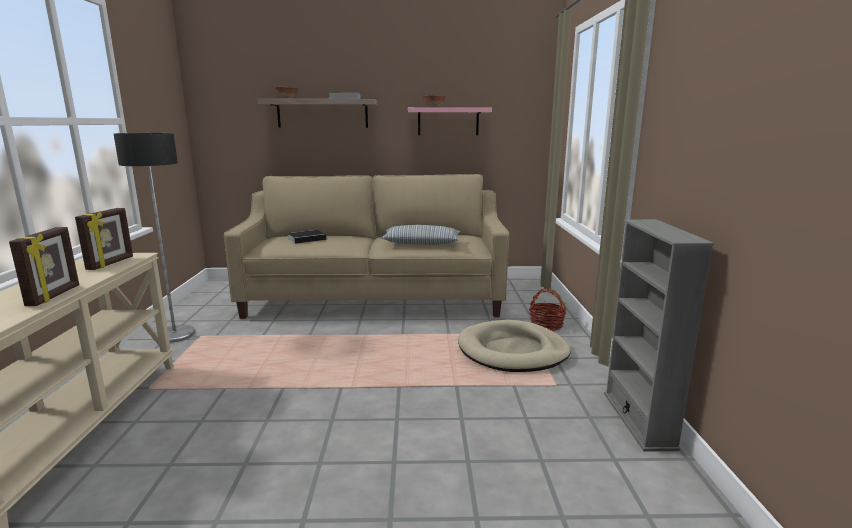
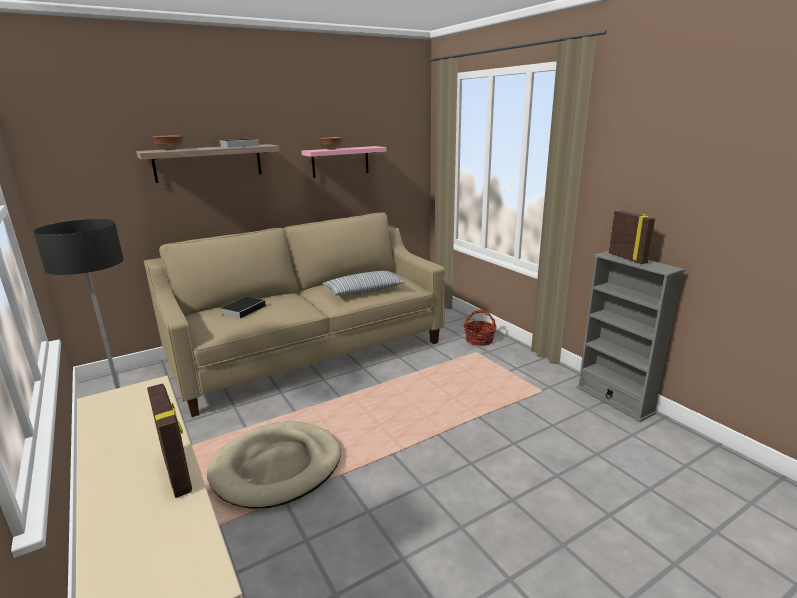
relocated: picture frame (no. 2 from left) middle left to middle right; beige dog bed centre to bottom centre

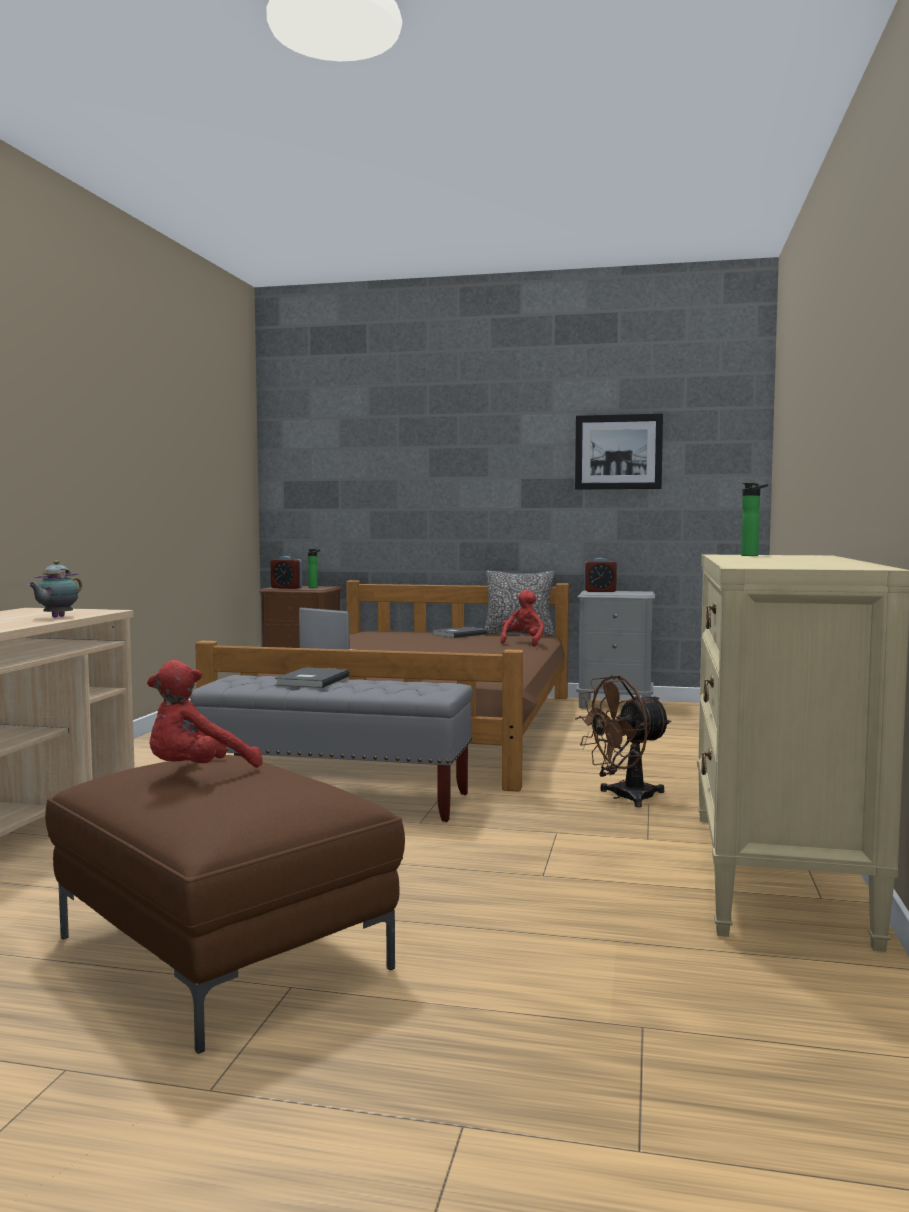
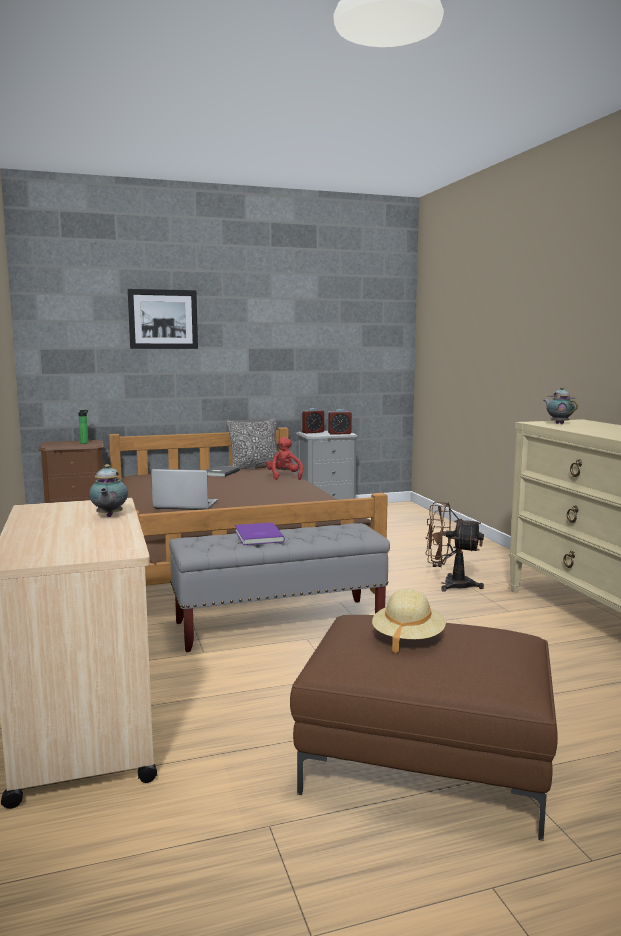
relocated: alarm clock (no. 1 from left in the first image) middle left to alarm clock (no. 2 from left) centre; picture middle right to middle left
exchanged: red plush toy (no. 1 from left) middle left to beige hat centre; bottle (no. 2 from left) middle right to teapot (no. 2 from left) middle right
colour: grey book (no. 1 from left) centre to purple book centre
spun: brown fan middle right = middle right 75 degrees clockwise

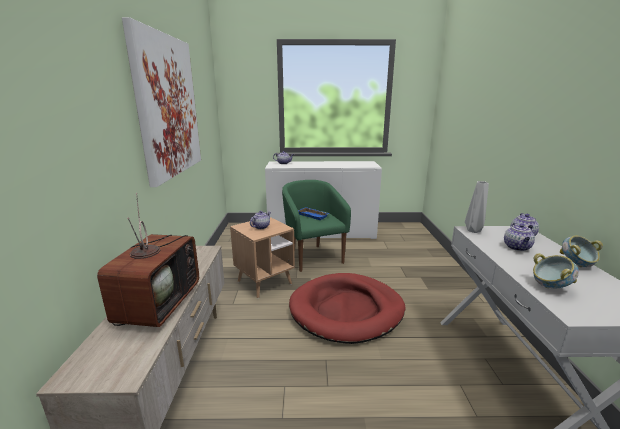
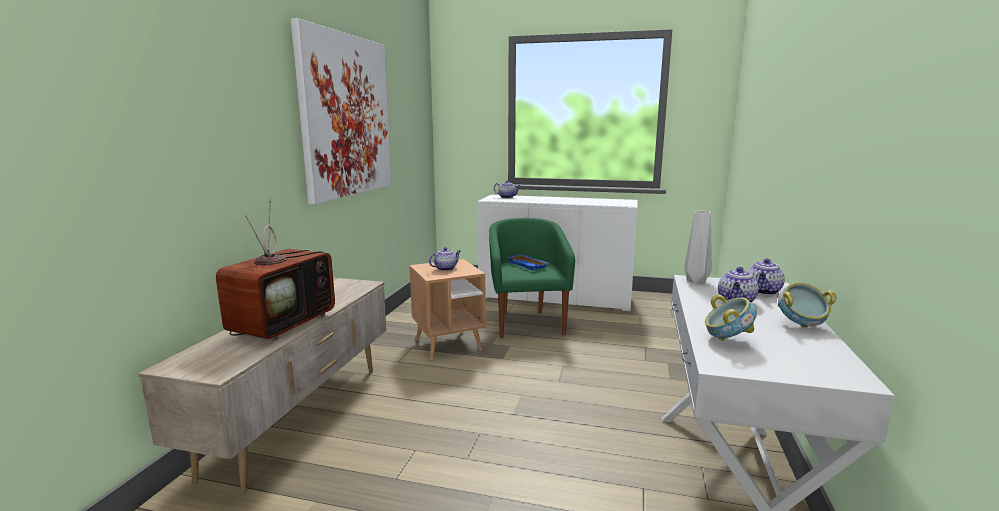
missing: red dog bed bottom centre

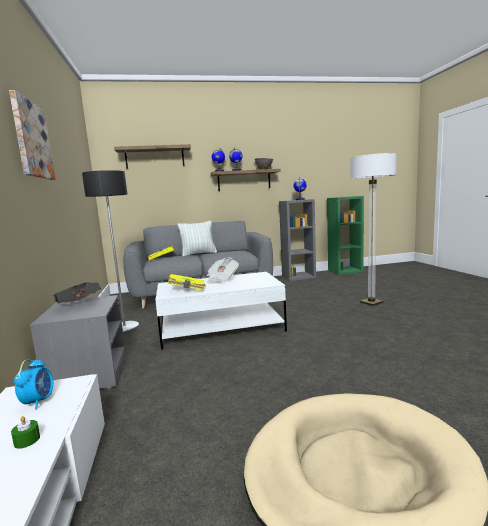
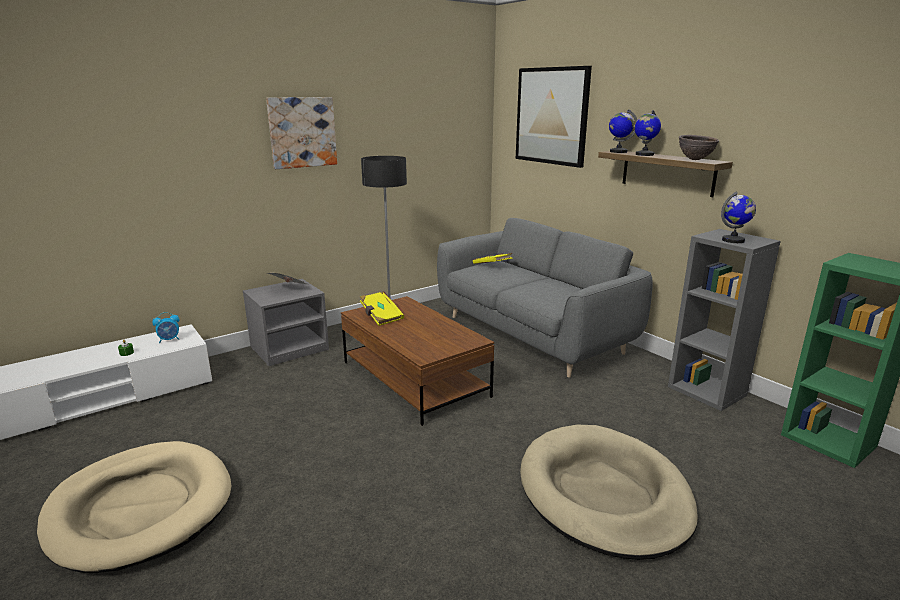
missing: pillow centre; newspaper (no. 2 from left) centre
exchanged: shelf (no. 1 from left) top left to picture (no. 2 from left) top centre; floor lamp (no. 2 from left) middle right to beige dog bed (no. 2 from left) bottom right
colour: white coffee table centre to brown coffee table centre

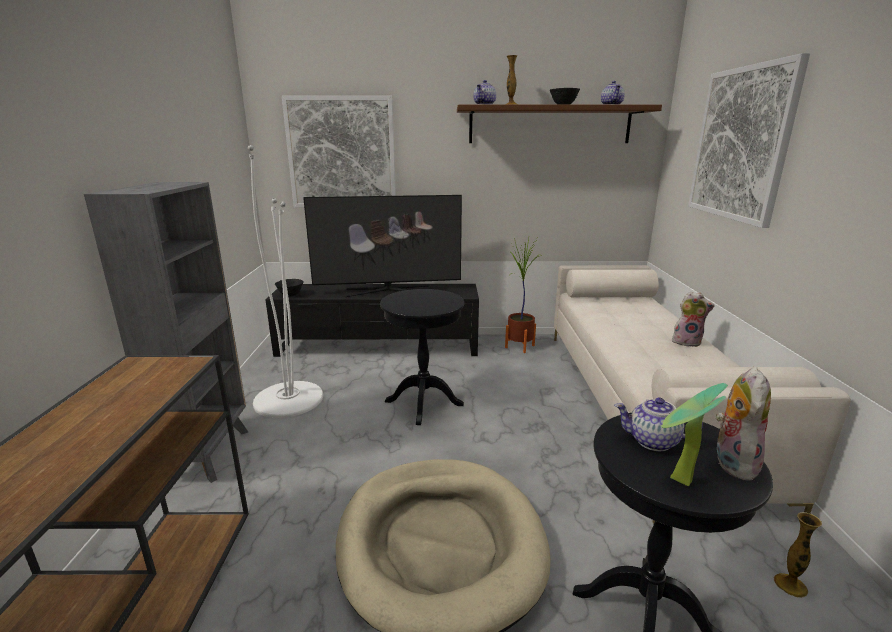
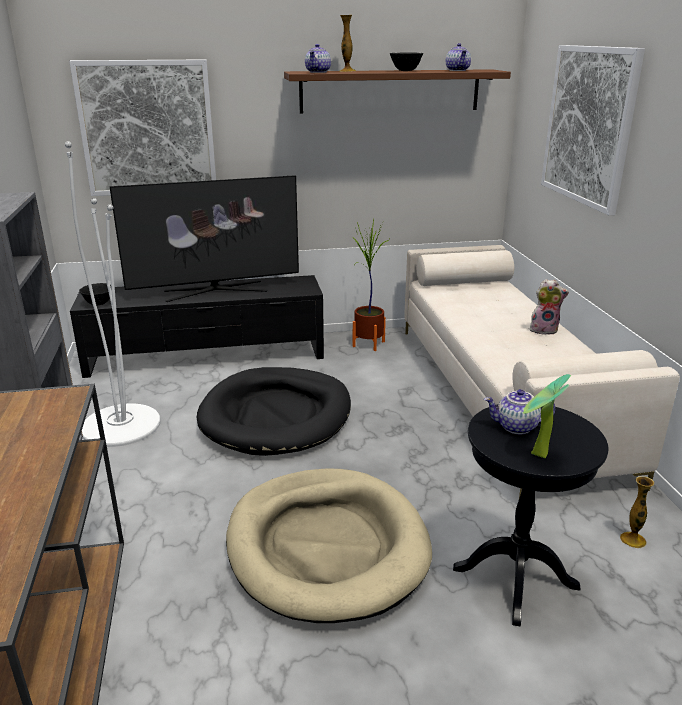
missing: plush toy (no. 2 from left) bottom right
exchanged: black side table (no. 1 from left) centre to black dog bed centre

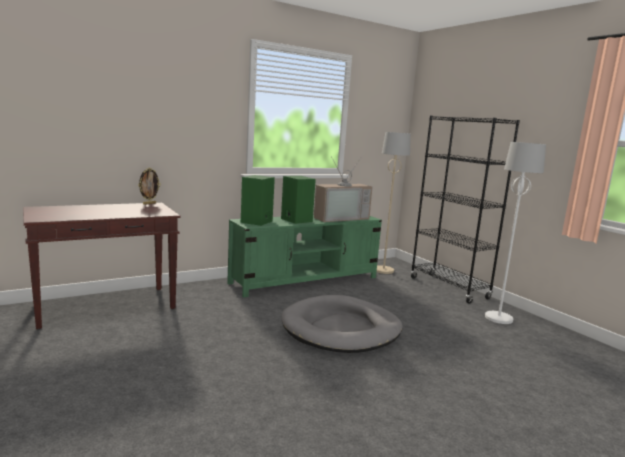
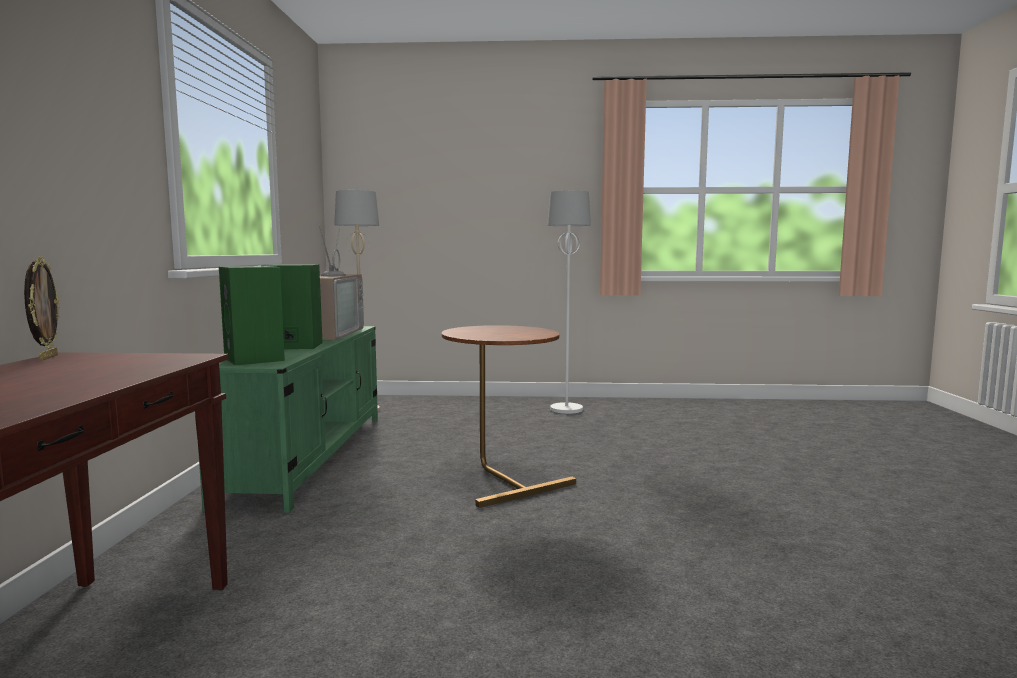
missing: black bookcase middle right
exchanged: grey dog bed bottom centre to brown side table centre

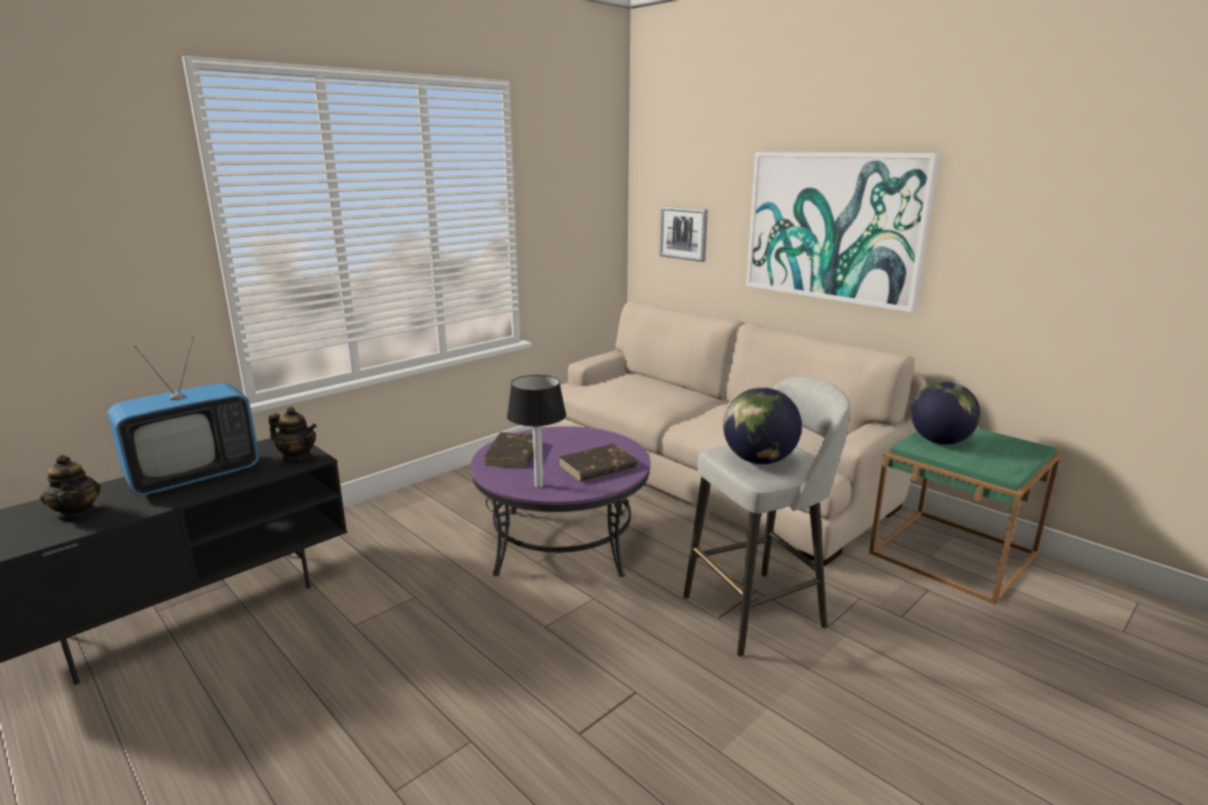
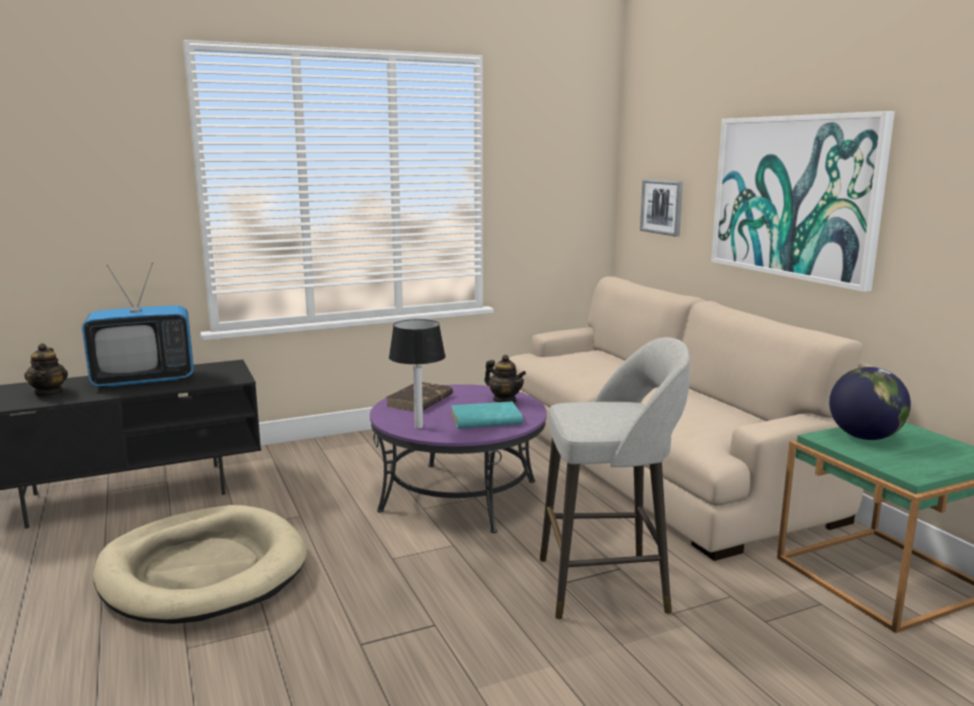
missing: globe (no. 1 from left) centre
appeared: beige dog bed bottom left
relocated: teapot (no. 2 from left) middle left to centre
colour: brown book (no. 2 from left) centre to turquoise book centre

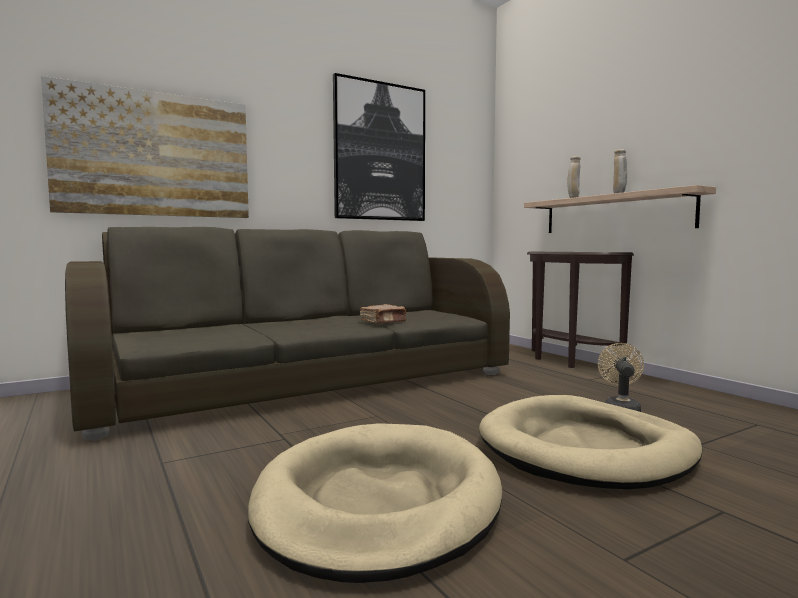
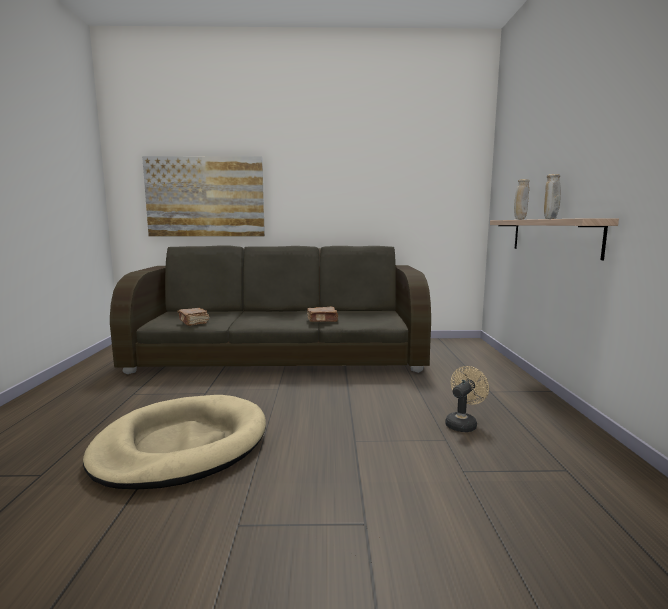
missing: picture (no. 2 from left) top centre; beige dog bed (no. 2 from left) bottom right; brown console table middle right
appeared: brown book (no. 1 from left) middle left

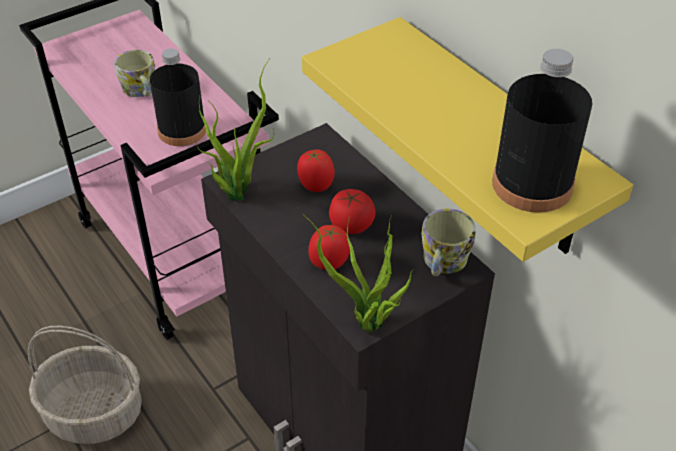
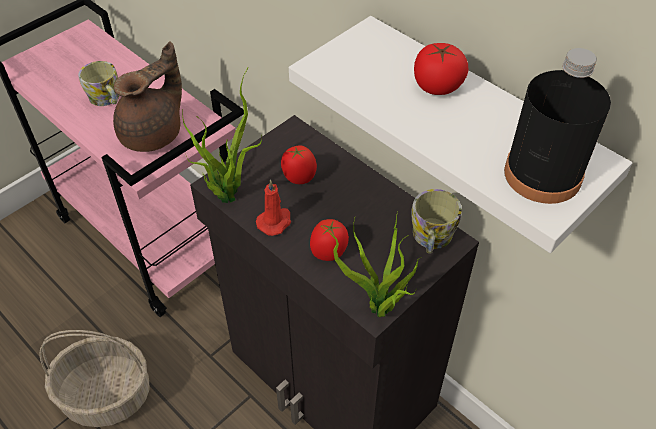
appeared: red candle centre
relocated: tomato (no. 3 from left) centre to top right
exchanged: black bottle (no. 1 from left) top left to brown teapot top left
colour: yellow shelf top right to white shelf top right

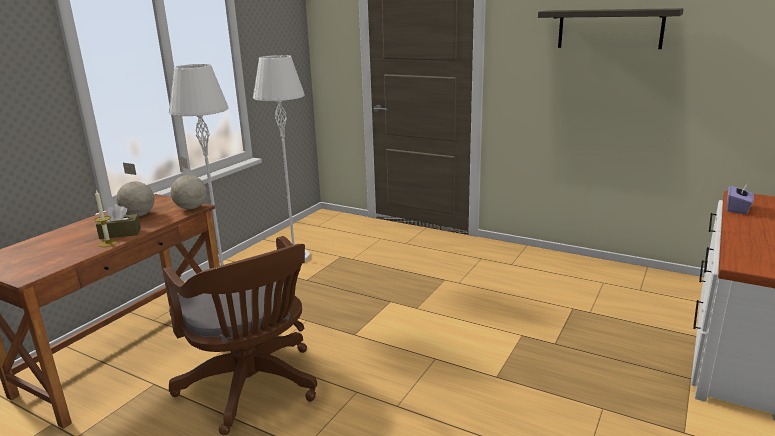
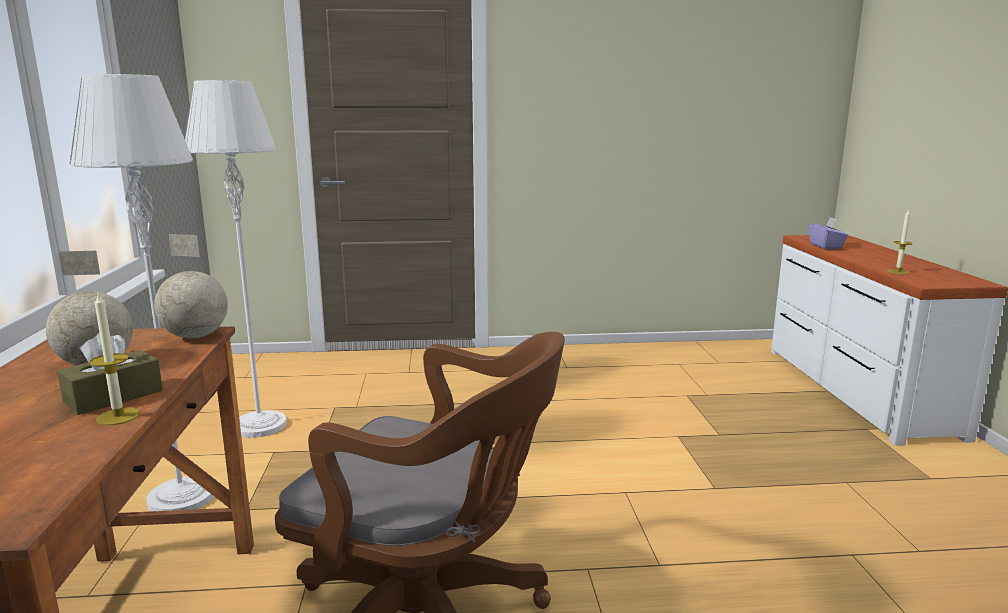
missing: shelf top right
appeared: candle (no. 2 from left) middle right

